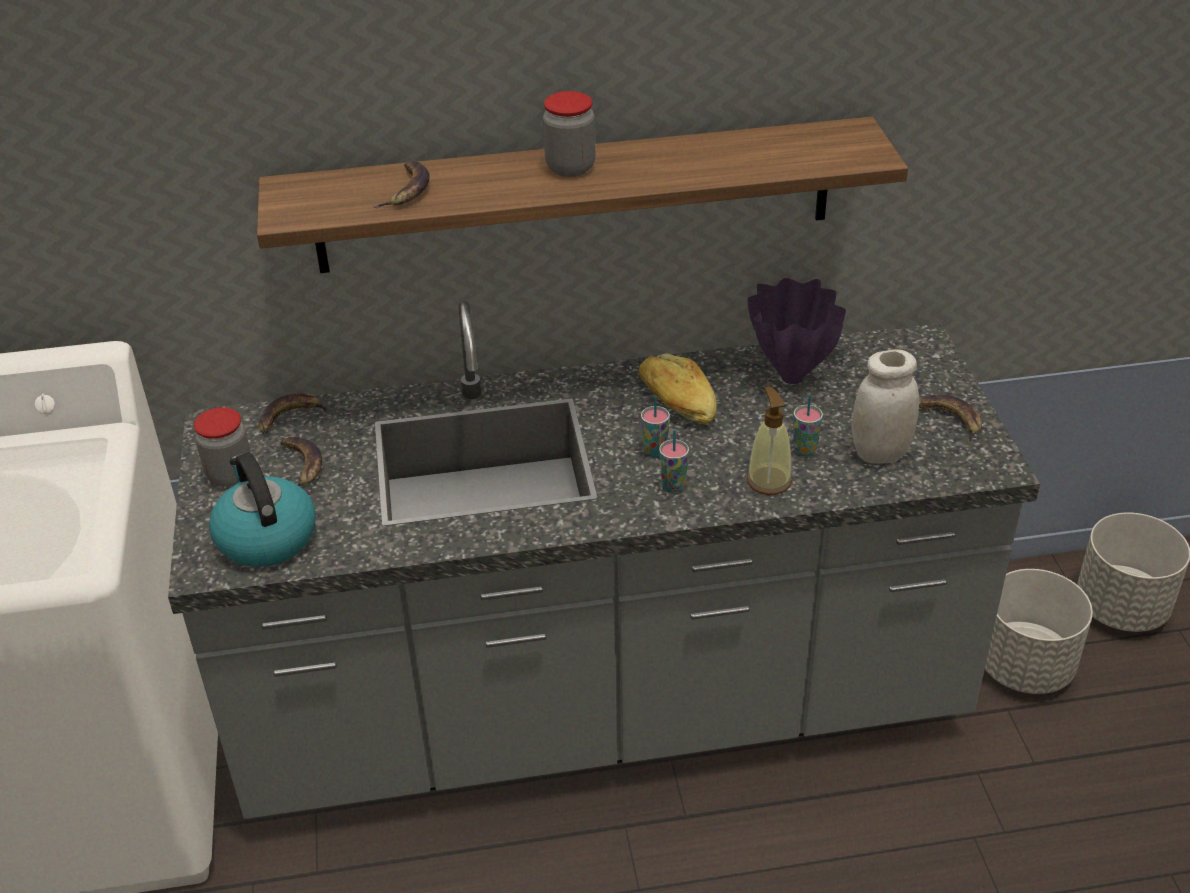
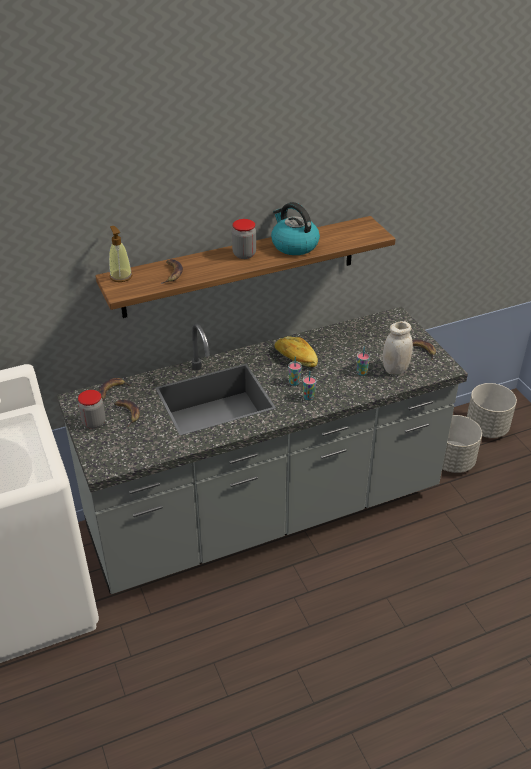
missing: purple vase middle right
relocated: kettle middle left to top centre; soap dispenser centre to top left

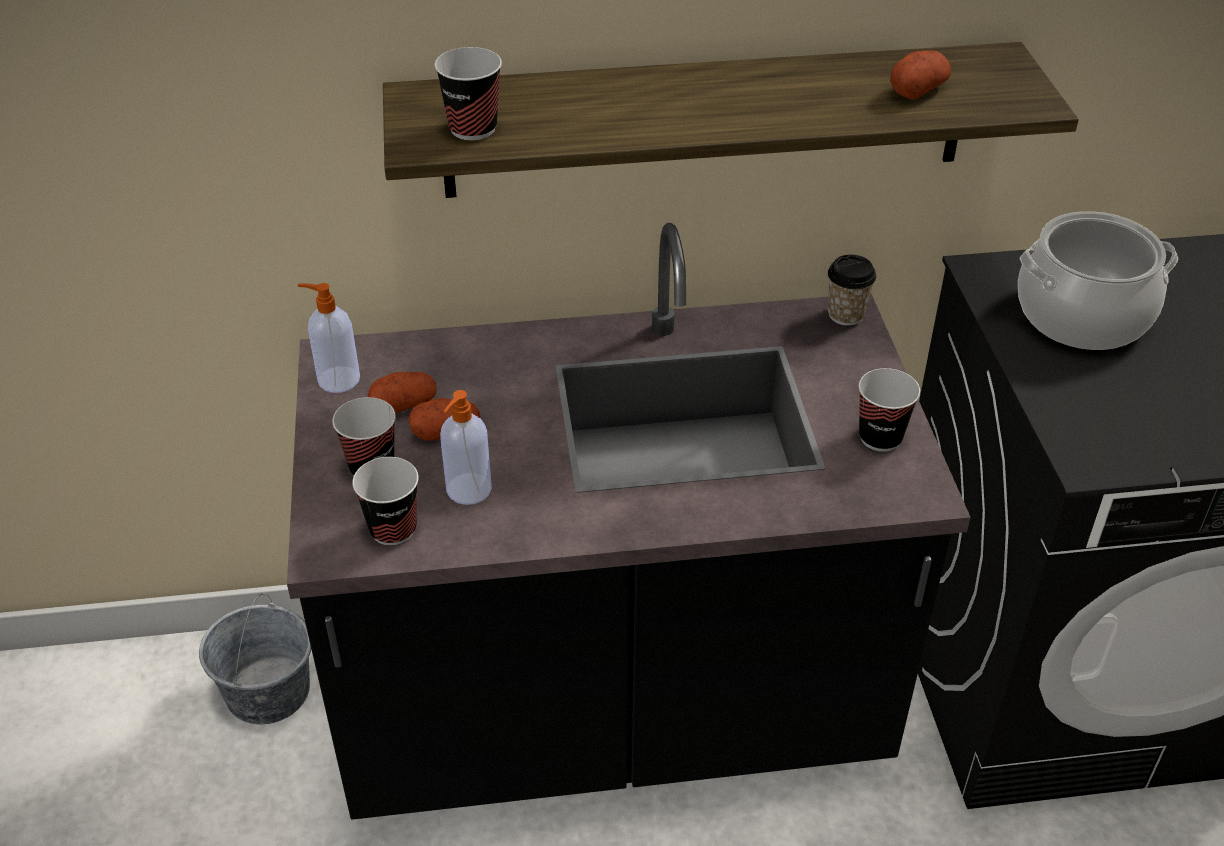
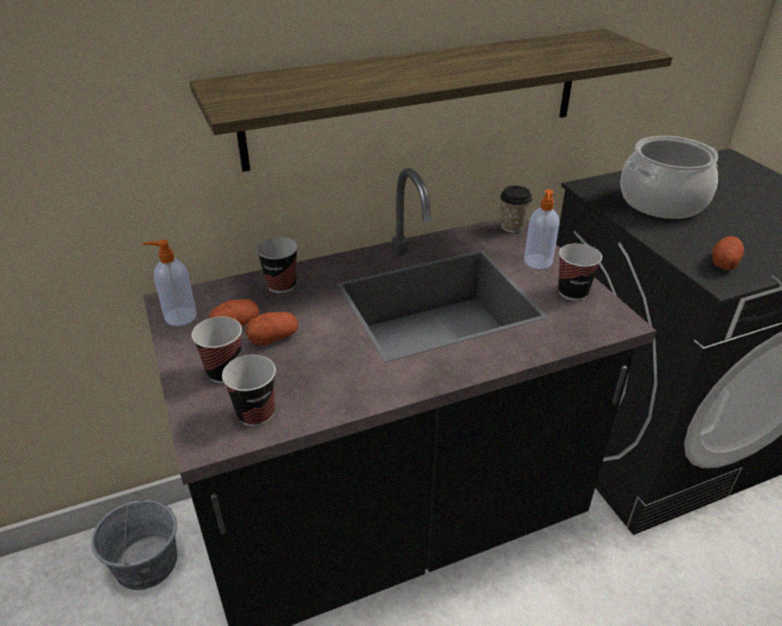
relocated: cup (no. 3 from left) top centre to centre; soap dispenser (no. 2 from left) centre to middle right; potato (no. 3 from left) top right to middle right

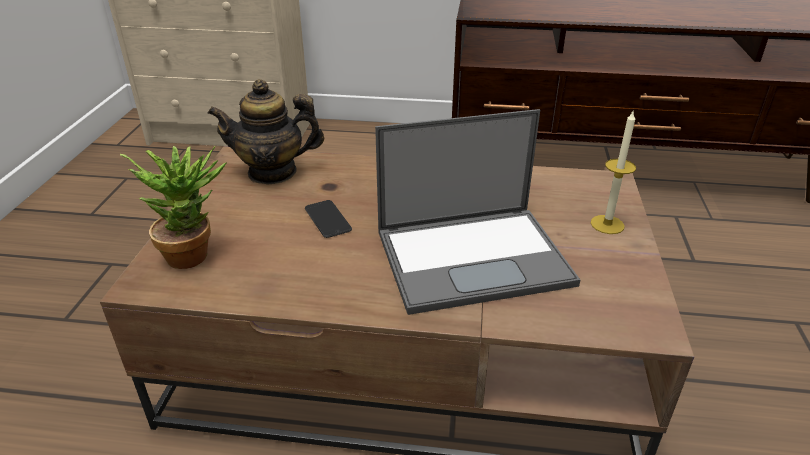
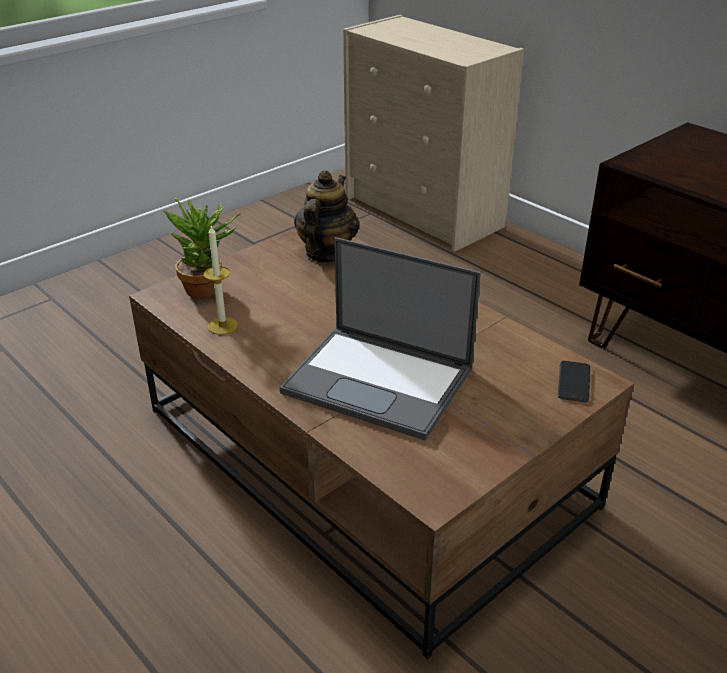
relocated: phone centre to middle right; candle middle right to middle left
spun: teapot top left = top centre 75 degrees clockwise

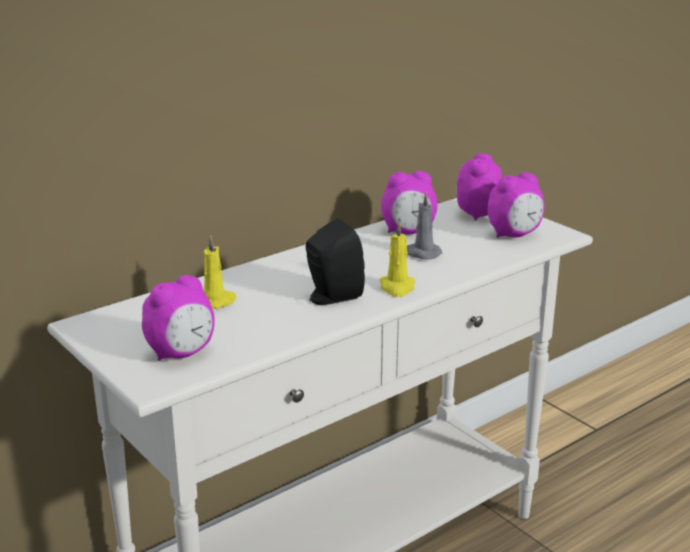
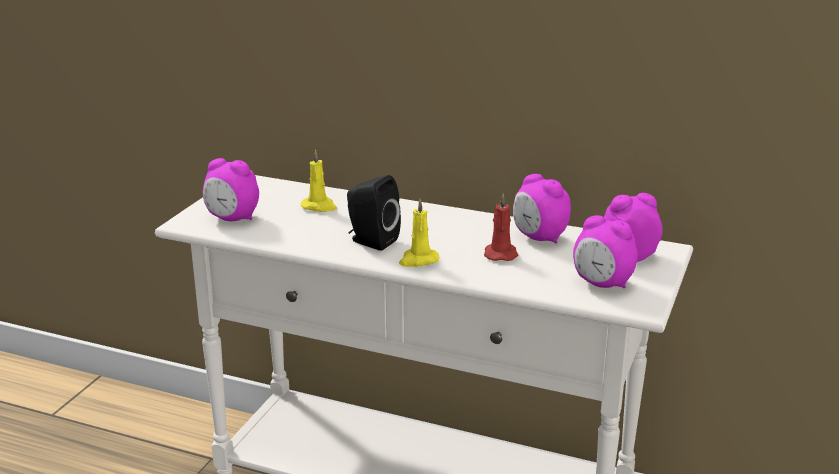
colour: grey candle centre to red candle centre

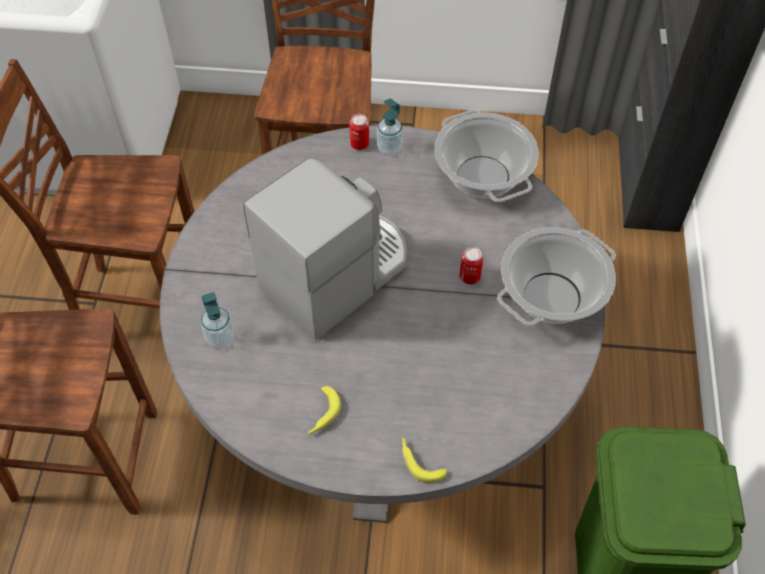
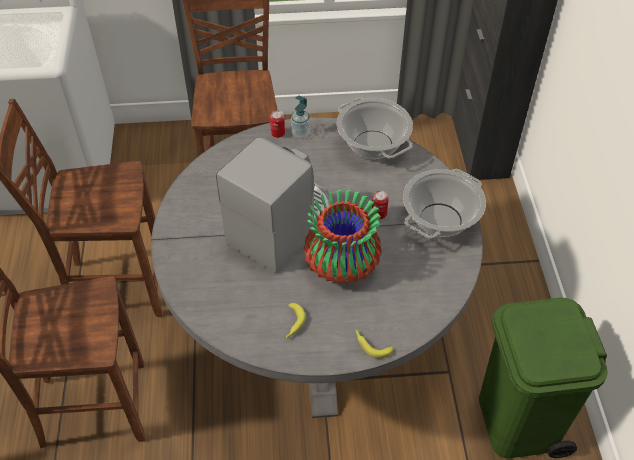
missing: soap dispenser (no. 1 from left) middle left
appeared: vase centre

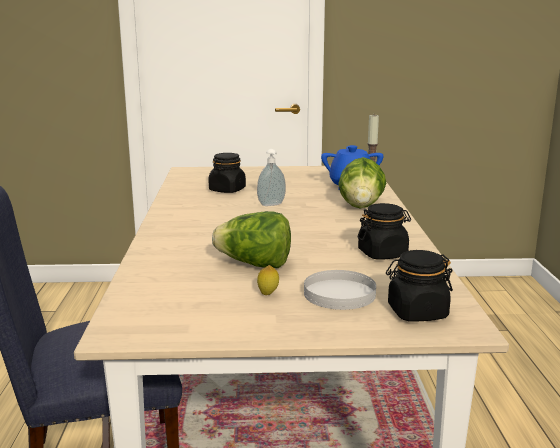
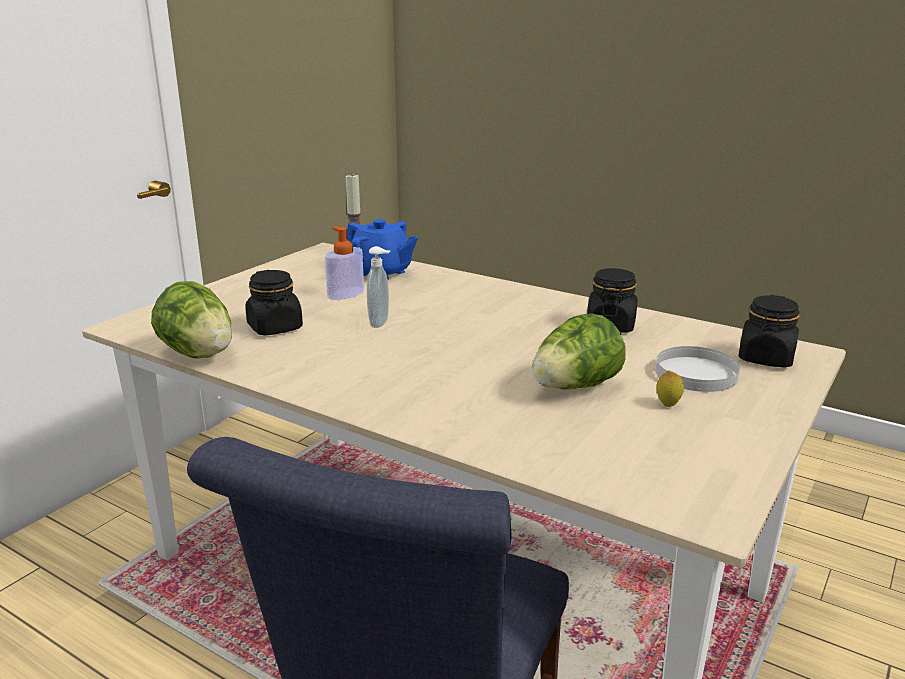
appeared: soap dispenser (no. 1 from left) centre
relocated: lettuce (no. 2 from left in the first image) centre to lettuce (no. 1 from left) middle left

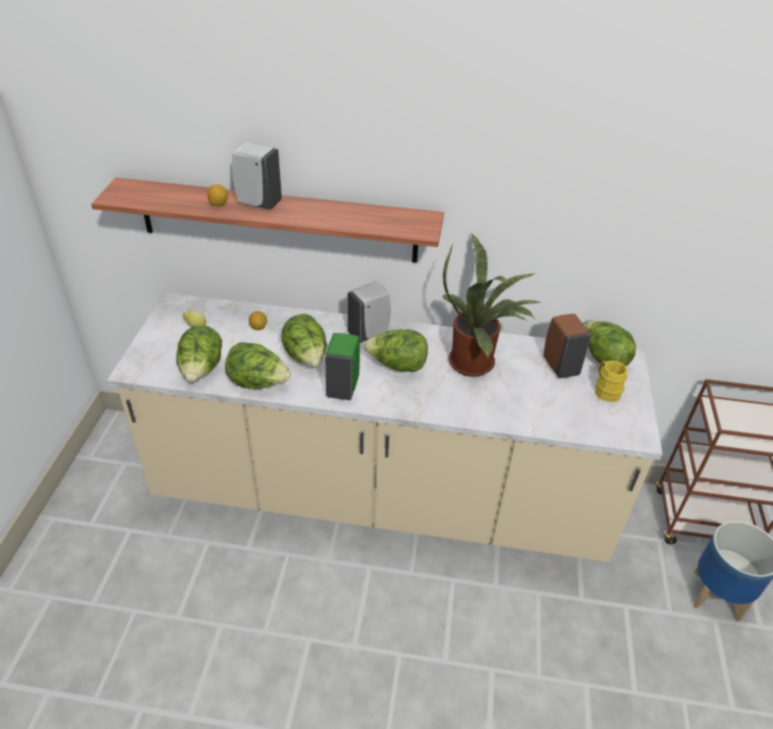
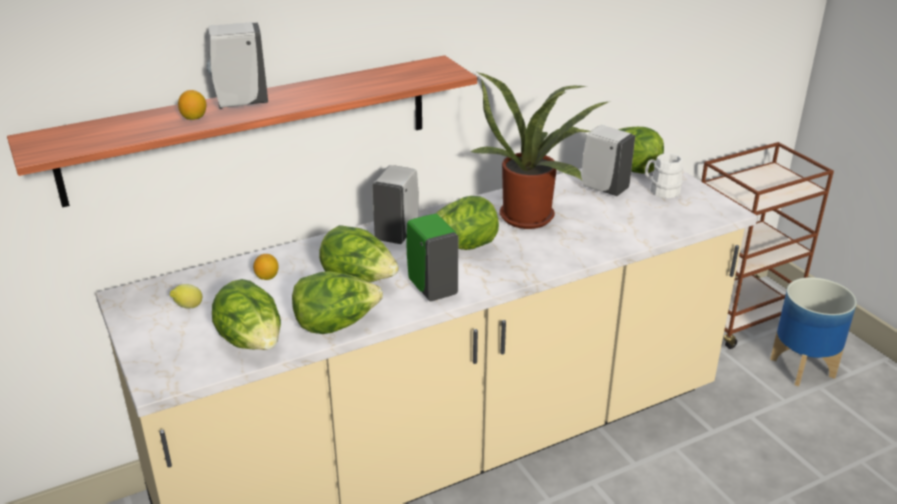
colour: brown soap dispenser middle right to white soap dispenser (no. 3 from left) top right; yellow mug middle right to white mug middle right

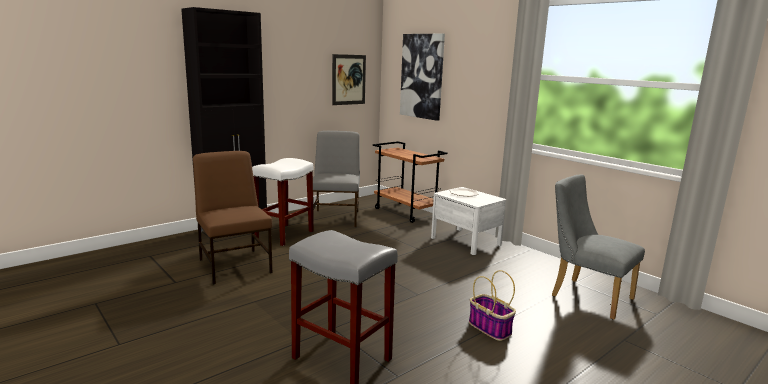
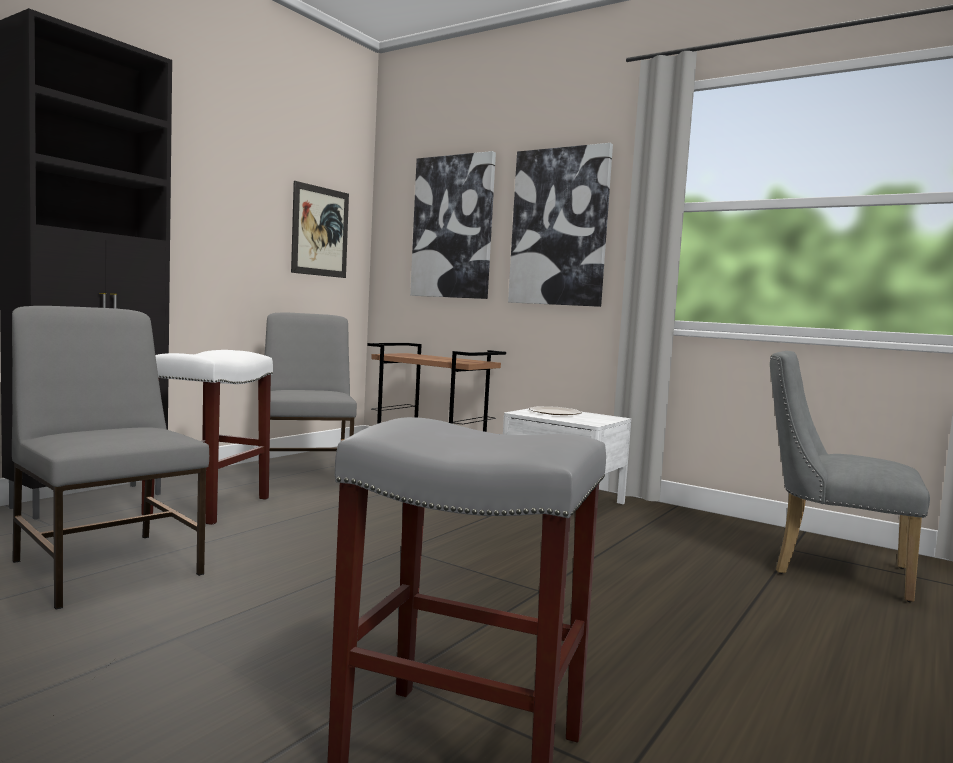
missing: basket bottom centre
appeared: picture (no. 3 from left) top centre
colour: brown chair middle left to grey chair (no. 1 from left) middle left

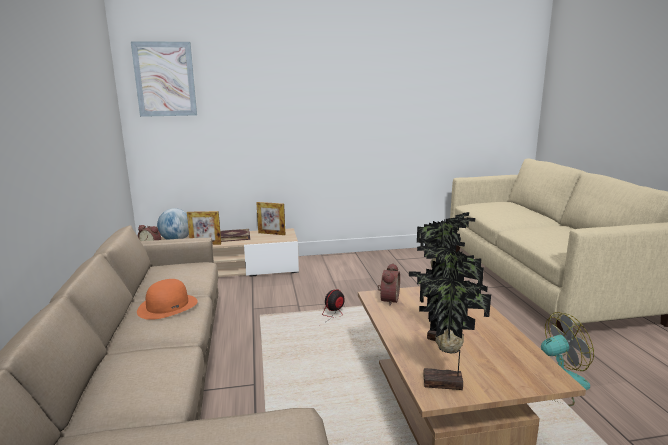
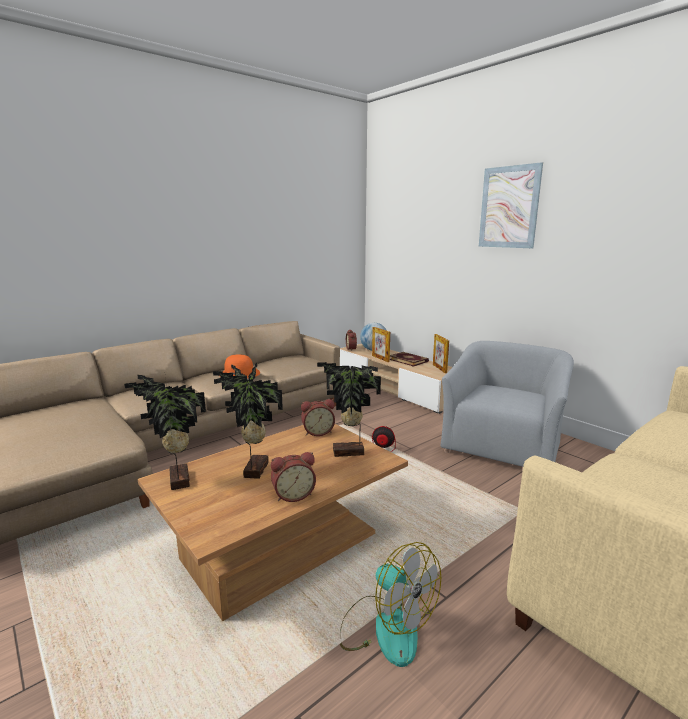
appeared: alarm clock (no. 1 from left) centre; grey armchair middle right
relocated: picture top left to top right

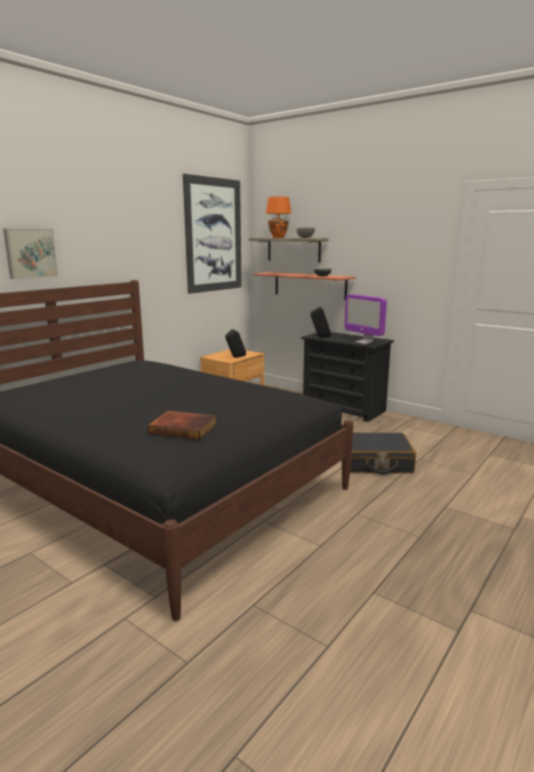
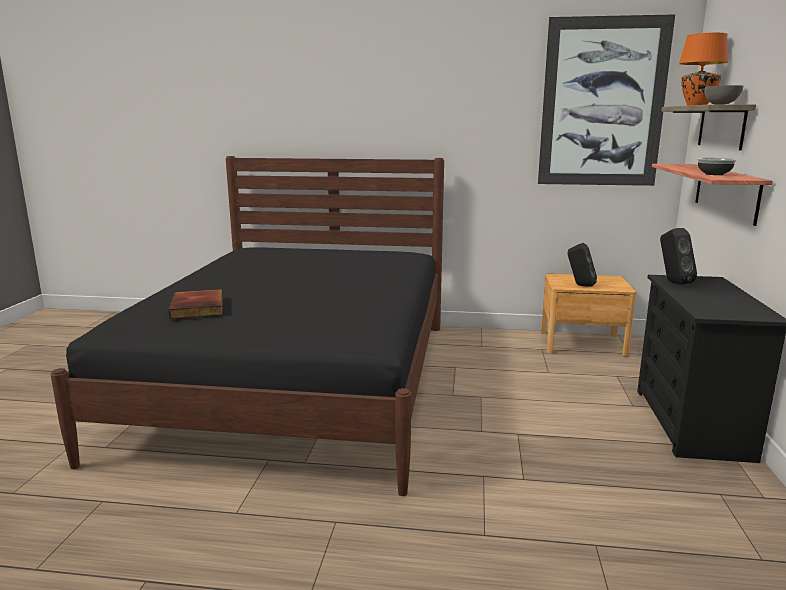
missing: picture (no. 1 from left) top left; monitor middle right; black suitcase middle right

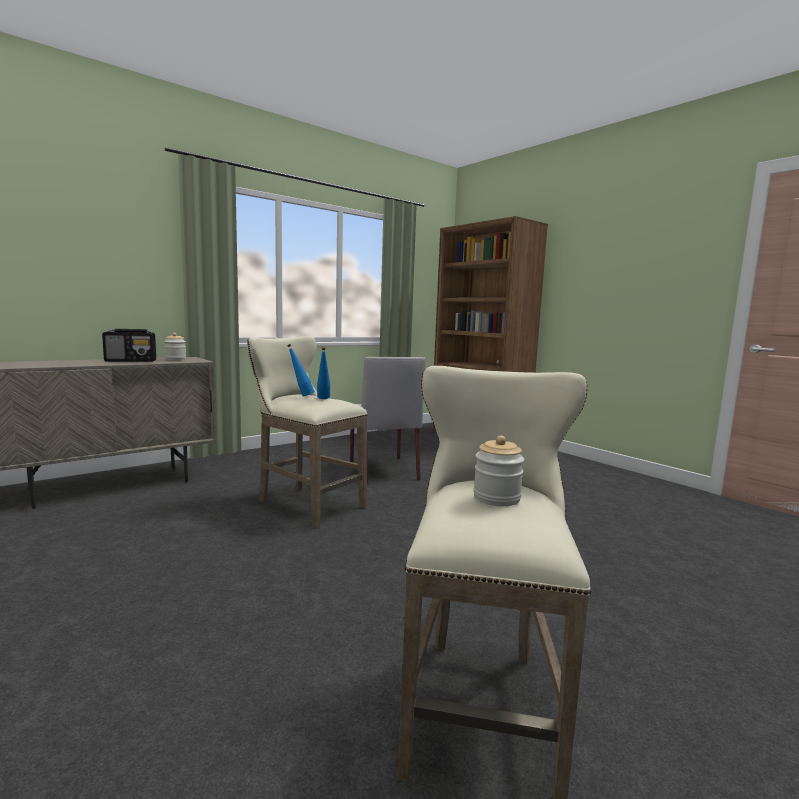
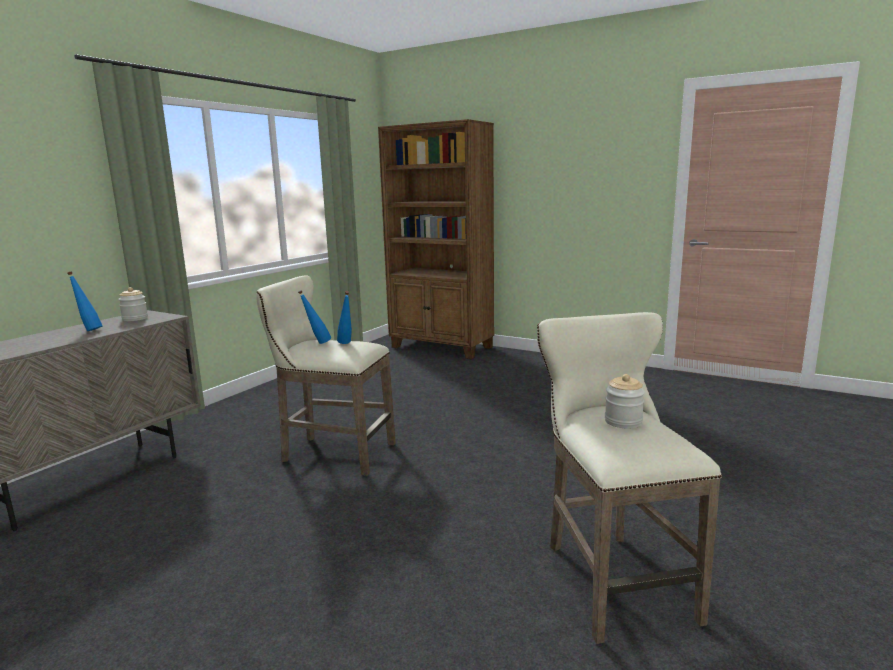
missing: grey chair centre
exchanged: radio middle left to blue bottle (no. 1 from left) middle left

